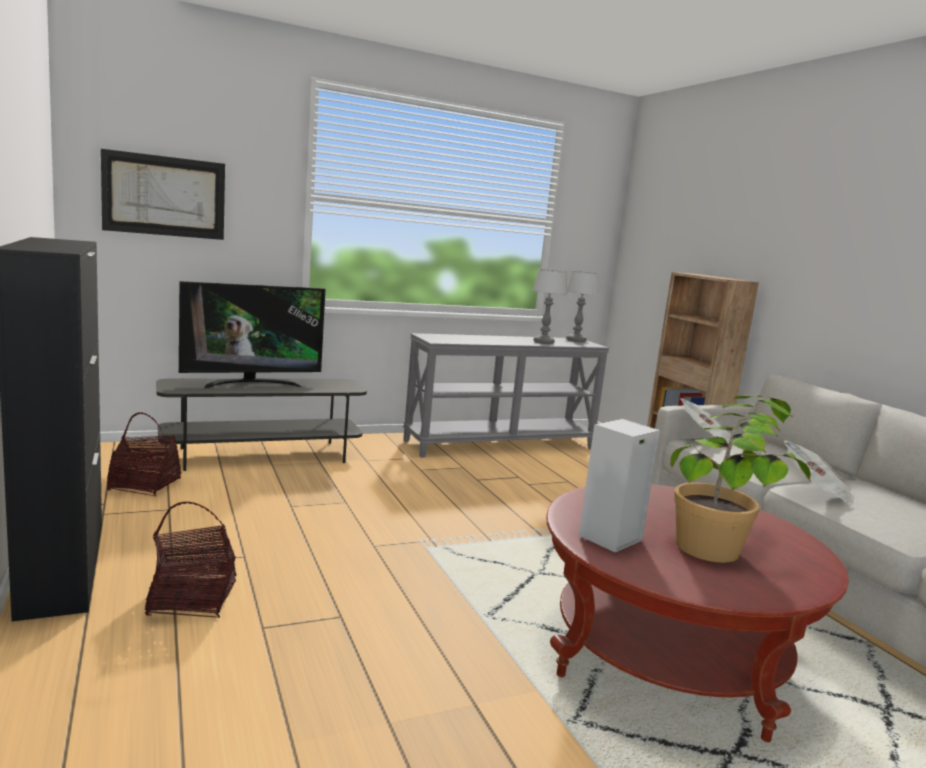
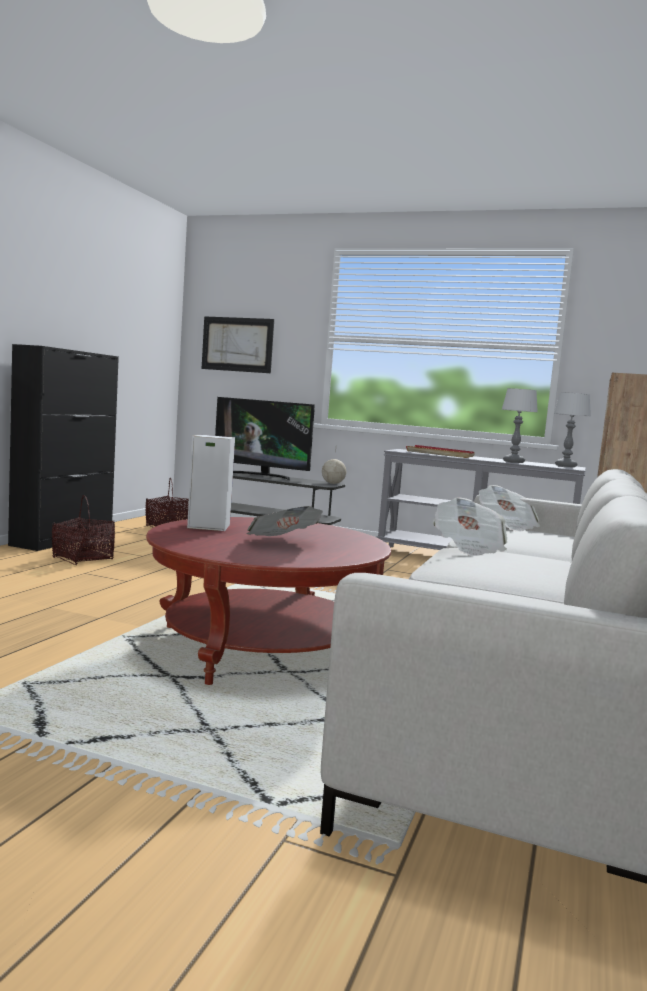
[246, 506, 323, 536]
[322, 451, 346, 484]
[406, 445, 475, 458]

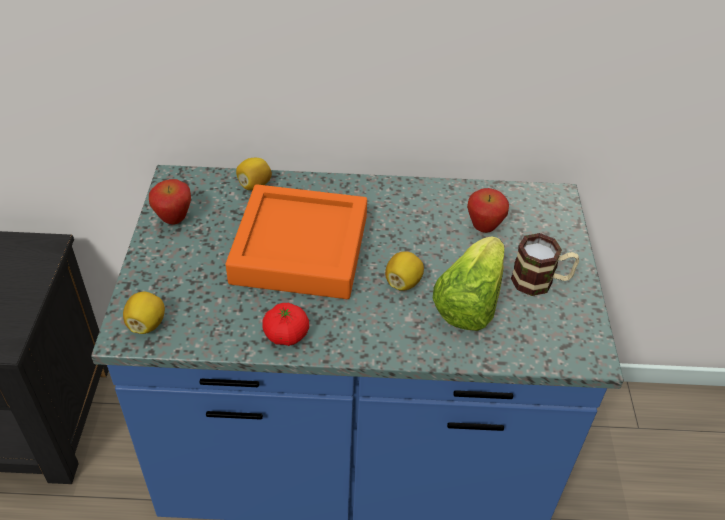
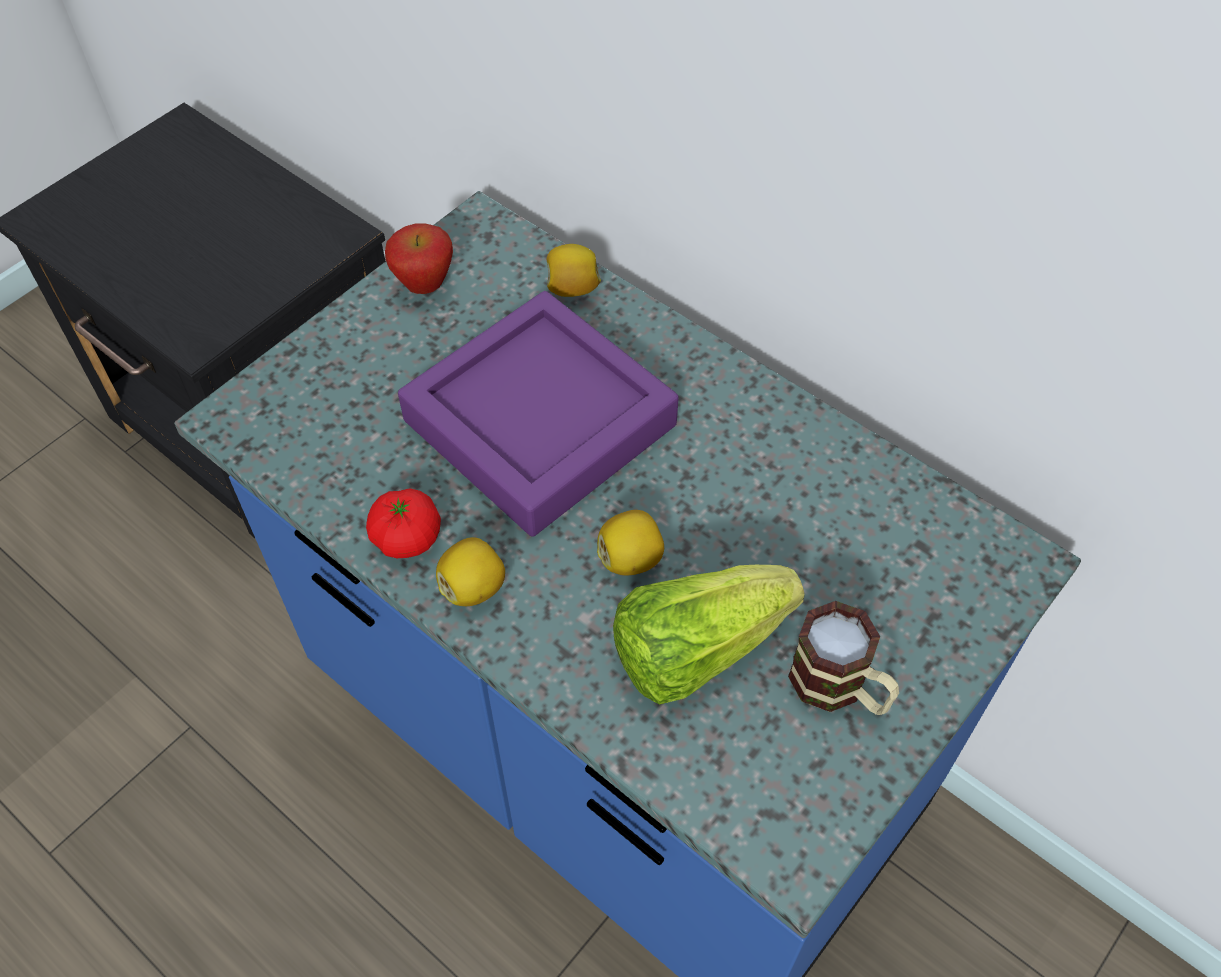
[398, 291, 679, 537]
[436, 537, 505, 606]
[467, 188, 509, 233] (first image)

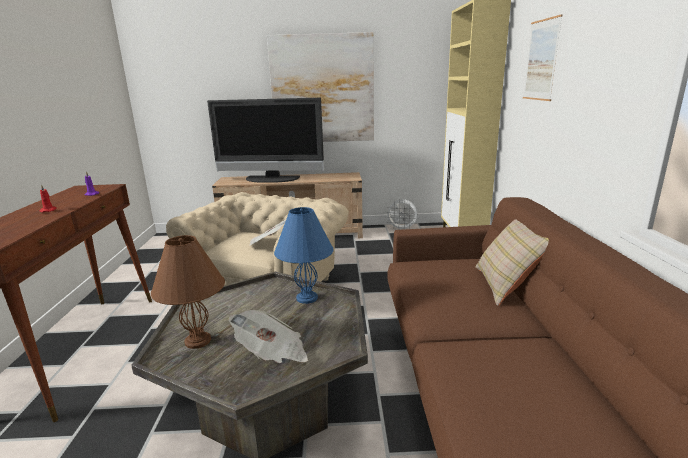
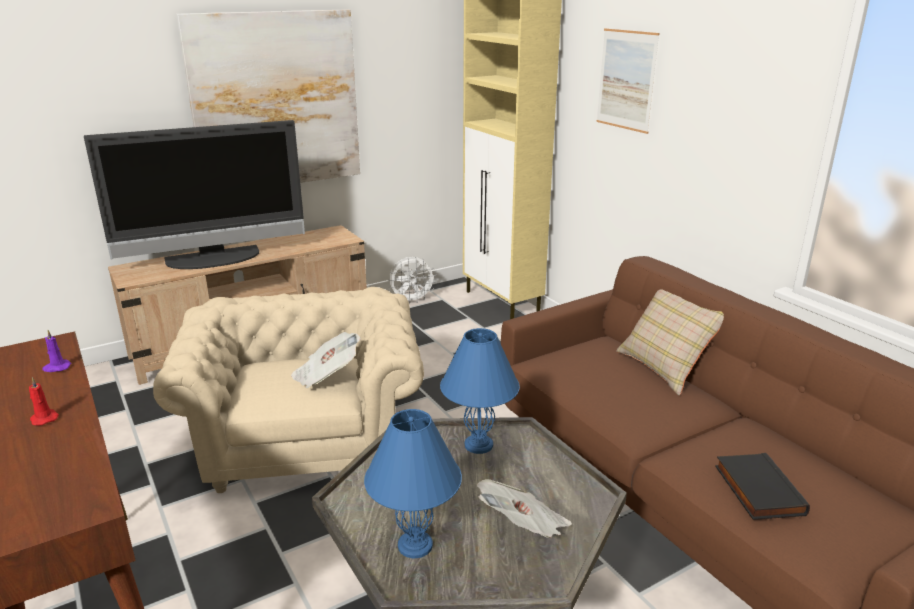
[364, 409, 462, 559]
[715, 453, 810, 520]

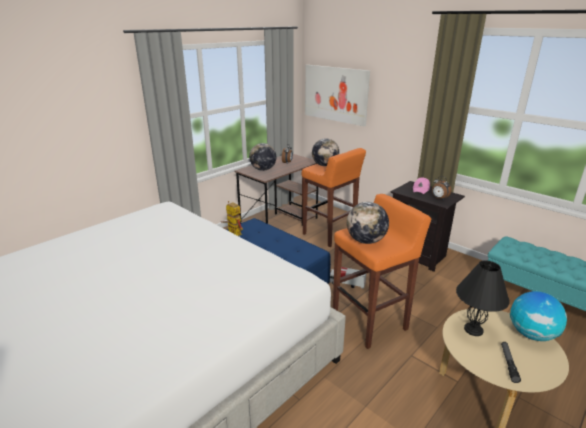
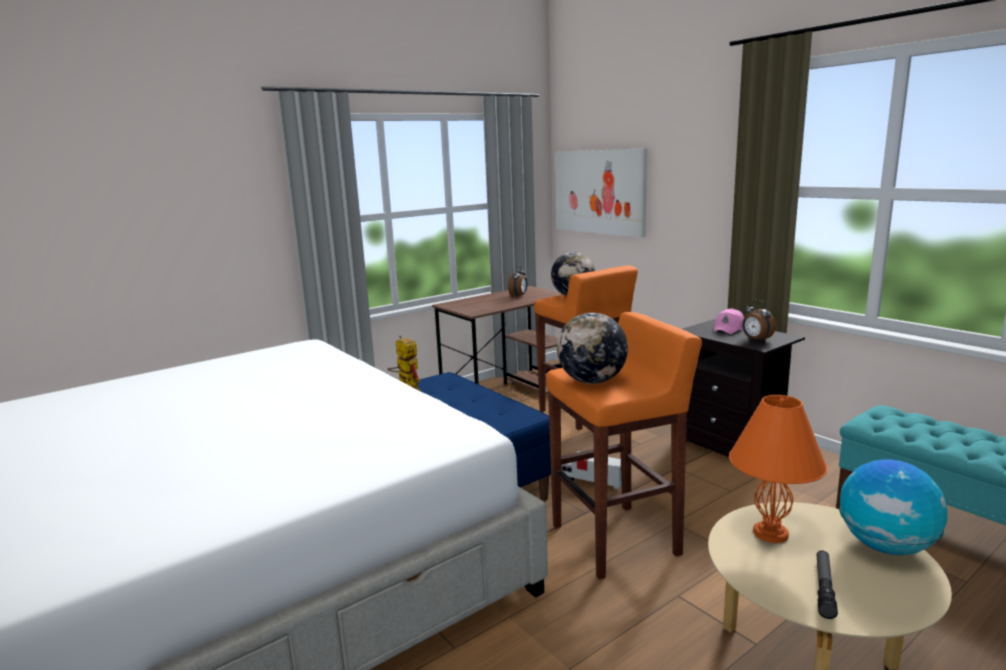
[729, 395, 827, 543]
[249, 143, 276, 171] (first image)

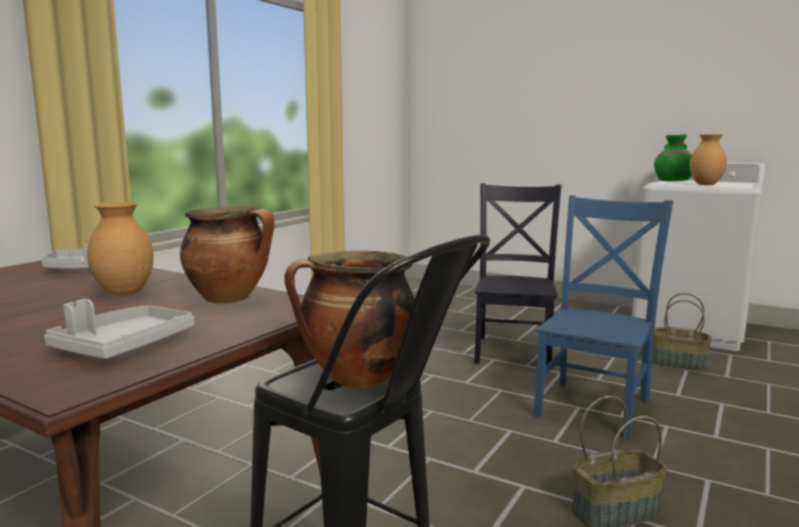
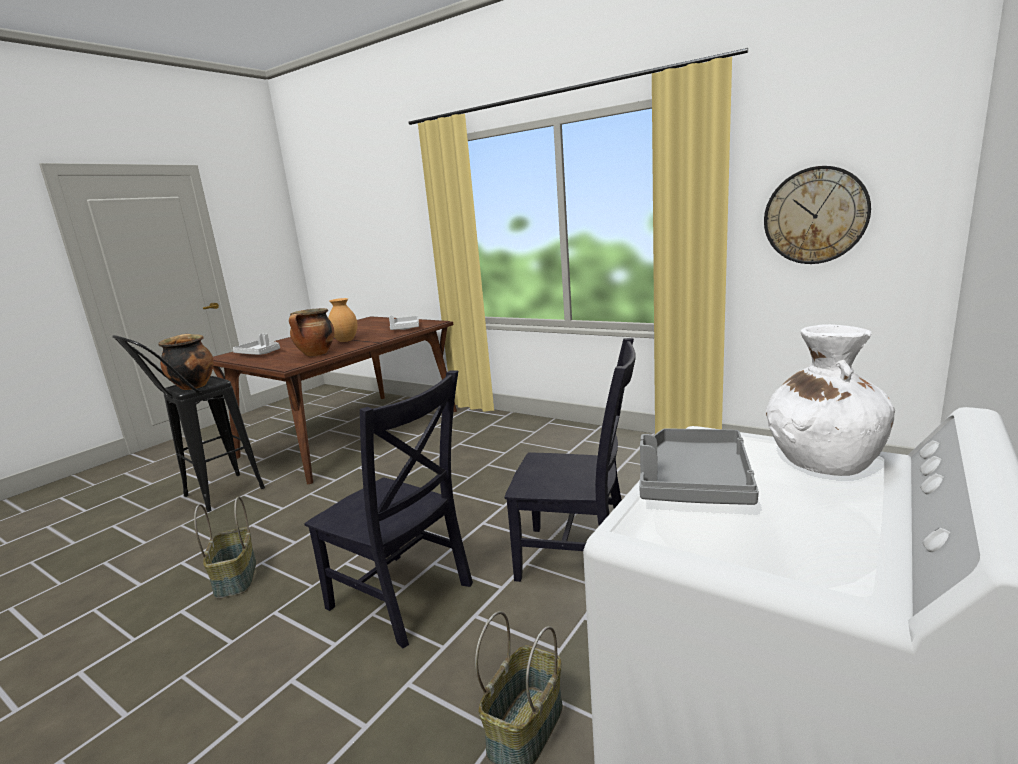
[304, 371, 473, 649]
[639, 428, 759, 505]
[764, 166, 871, 264]
[766, 324, 895, 476]

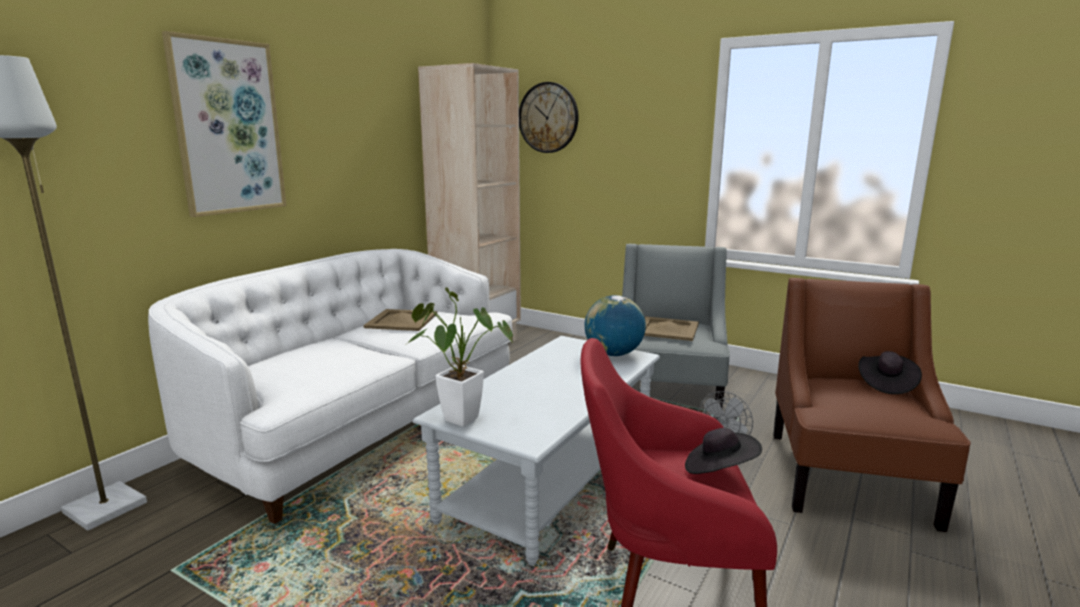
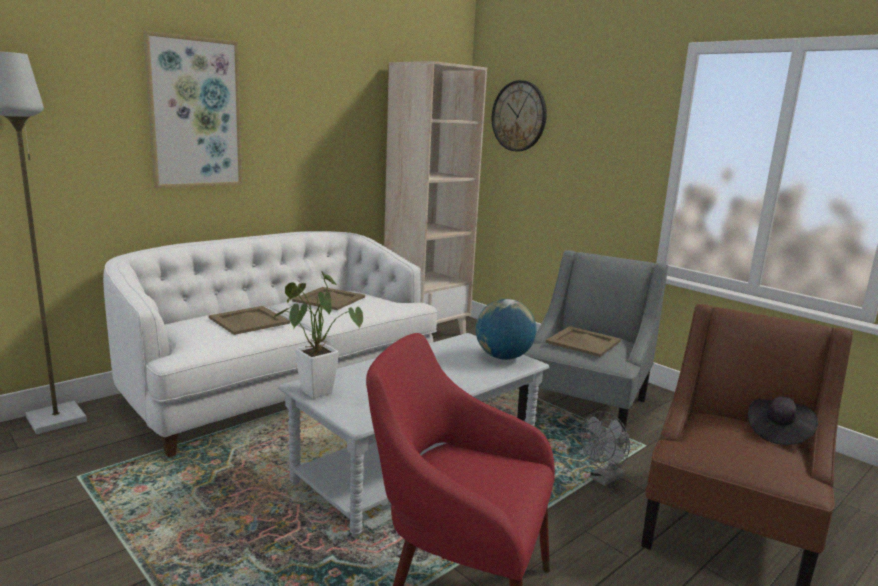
[209, 306, 290, 335]
[685, 428, 762, 474] (first image)

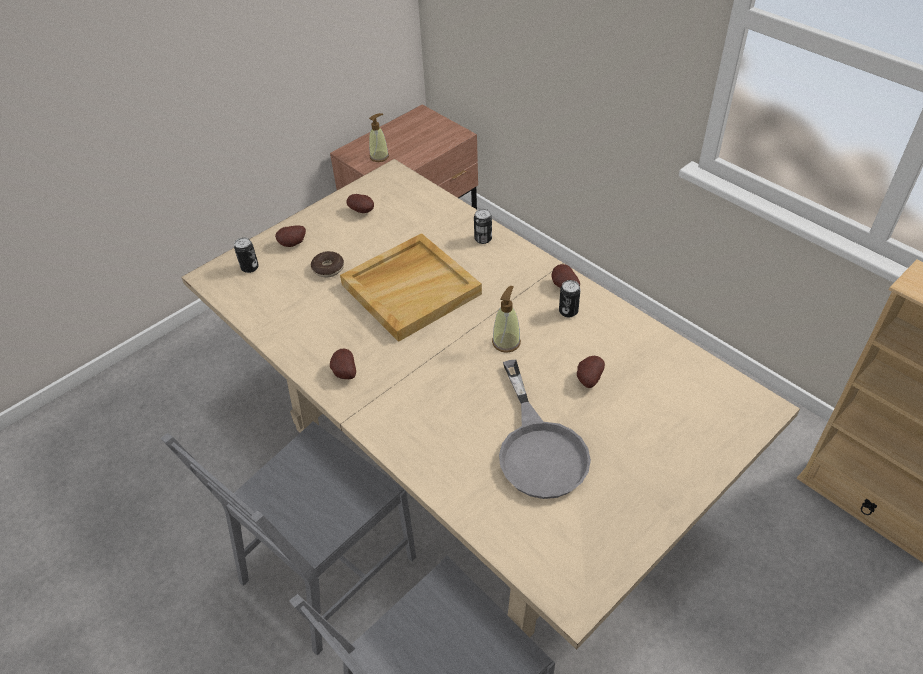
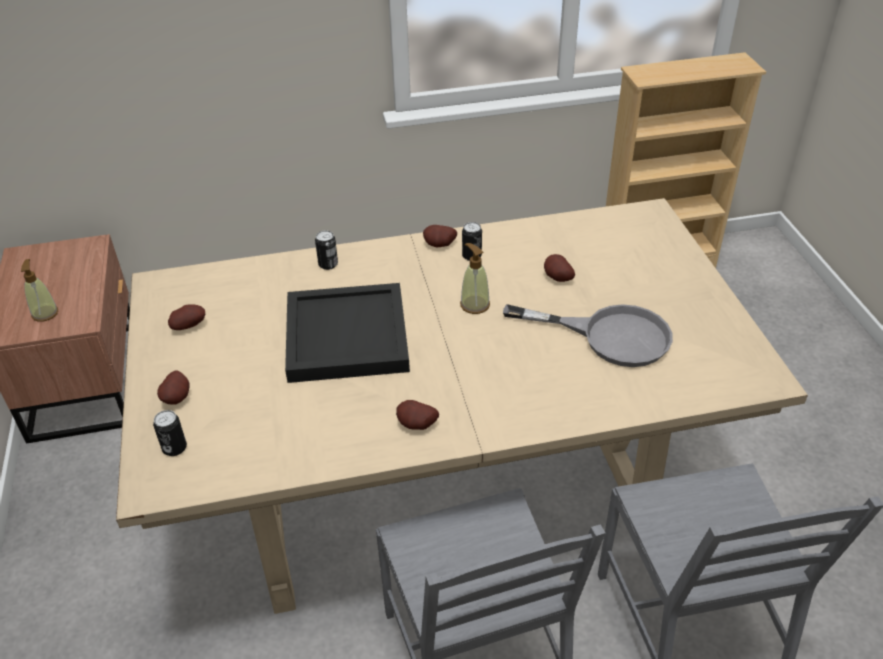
[285, 283, 410, 383]
[311, 251, 344, 278] (first image)

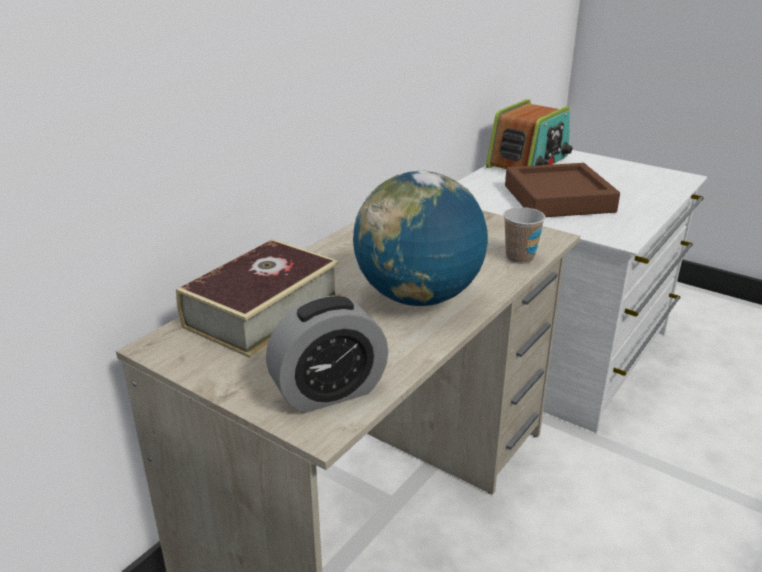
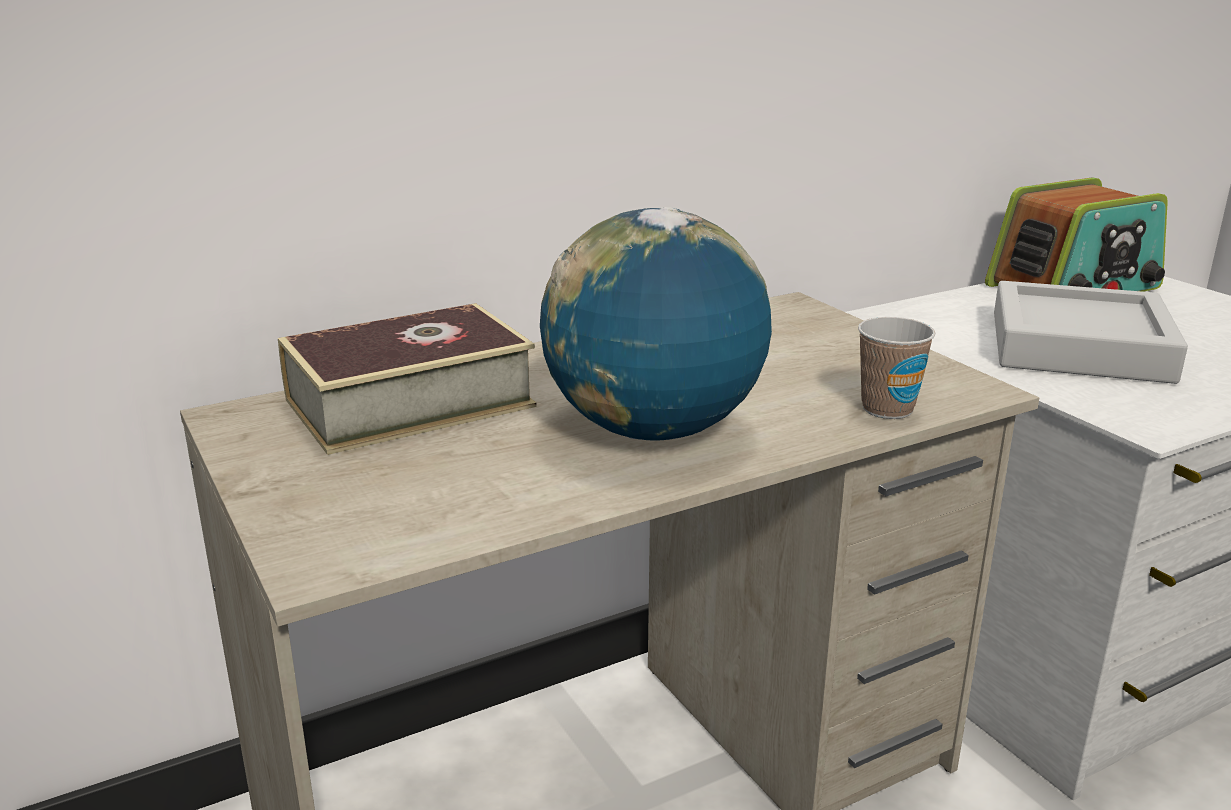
[994, 281, 1188, 384]
[266, 296, 388, 413] (first image)

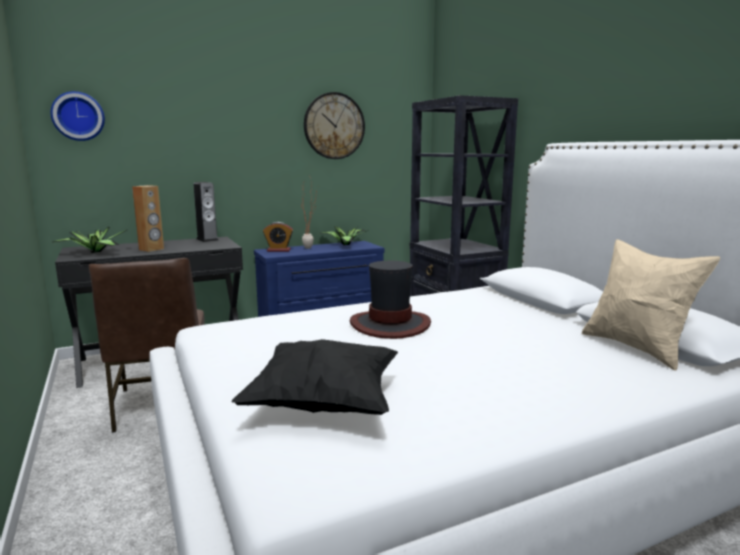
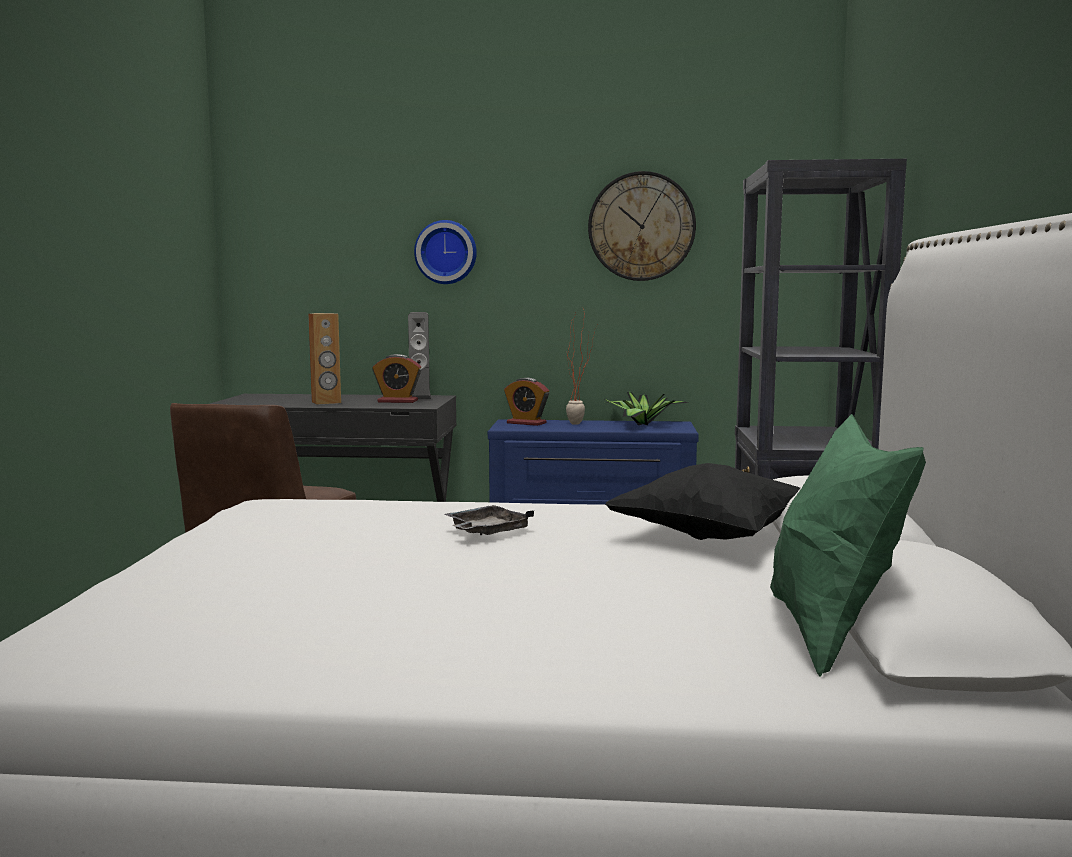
[372, 354, 422, 403]
[414, 220, 477, 284]
[444, 505, 534, 535]
[604, 463, 800, 540]
[770, 414, 926, 677]
[52, 227, 127, 253] (first image)

